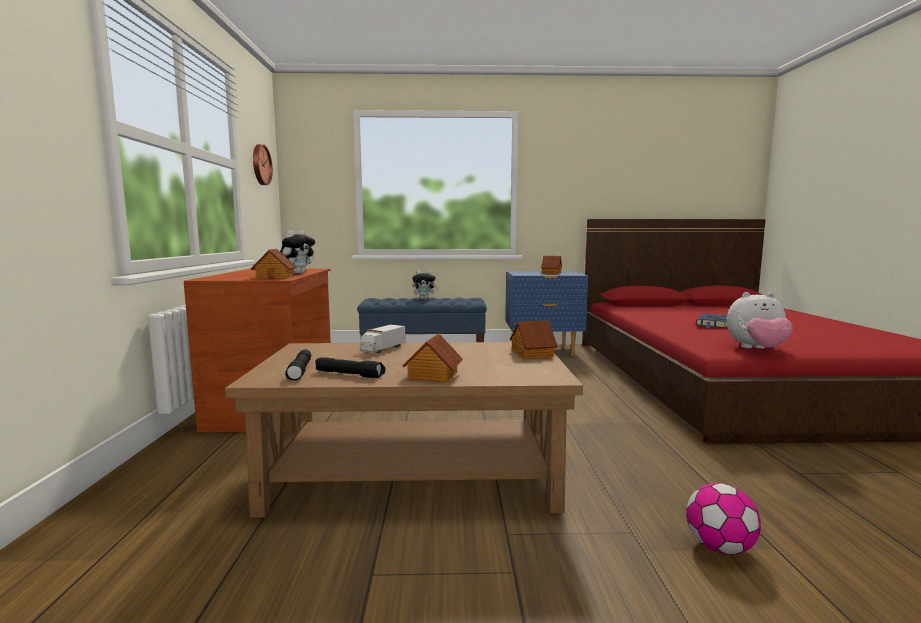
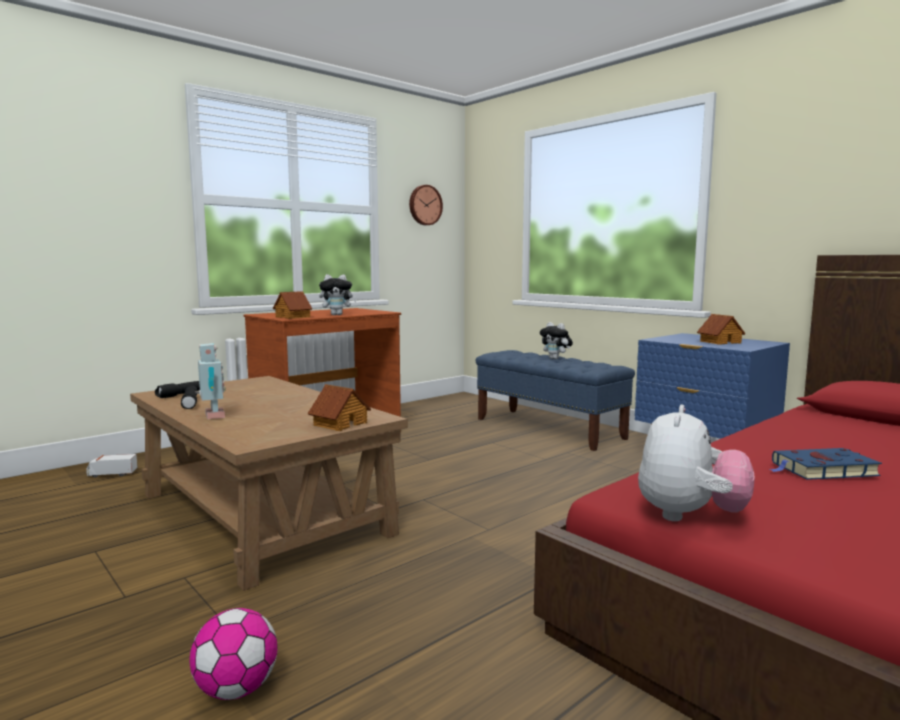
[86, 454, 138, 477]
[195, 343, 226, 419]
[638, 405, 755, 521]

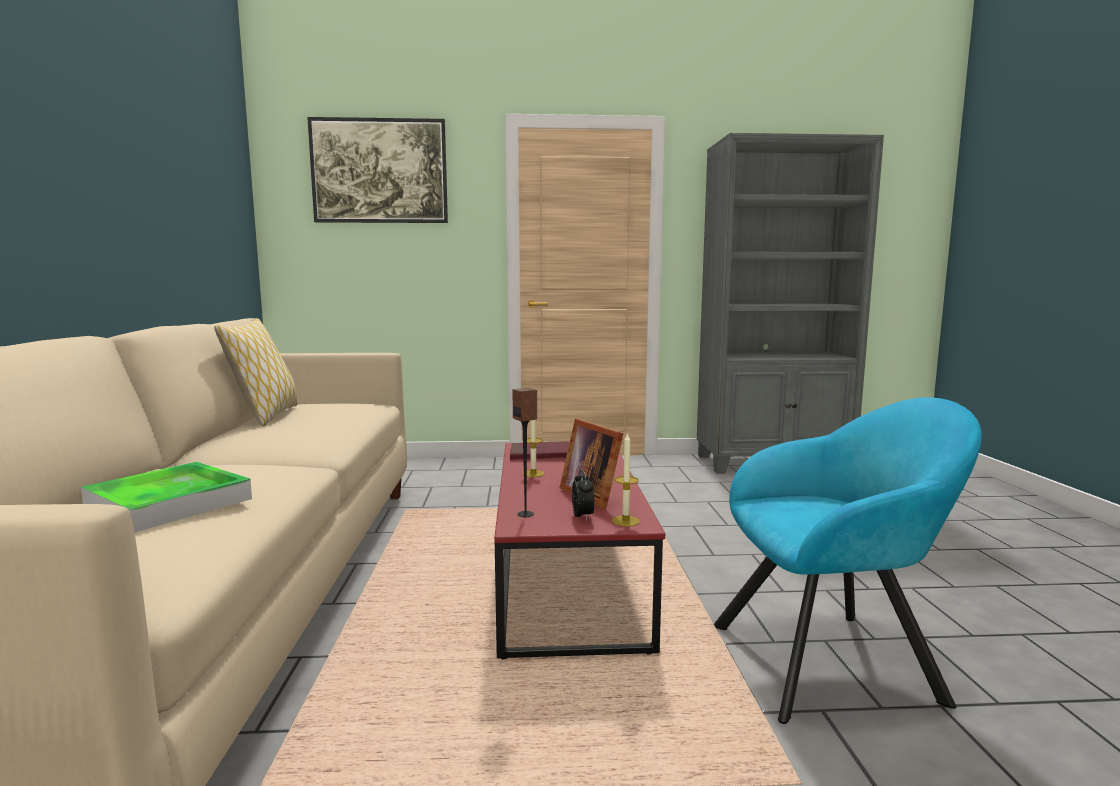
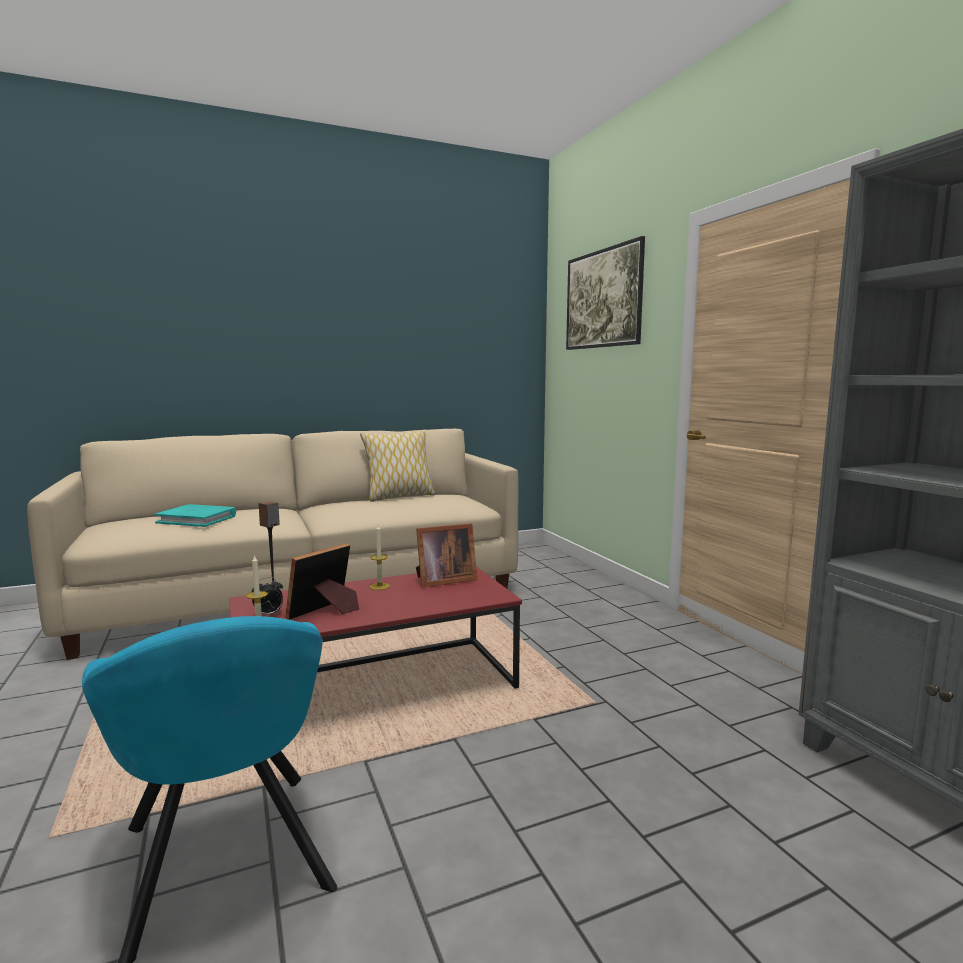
[154, 504, 236, 527]
[416, 523, 477, 587]

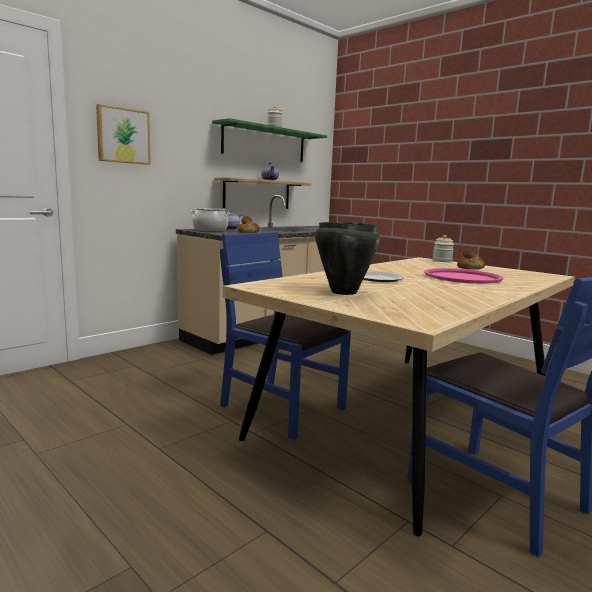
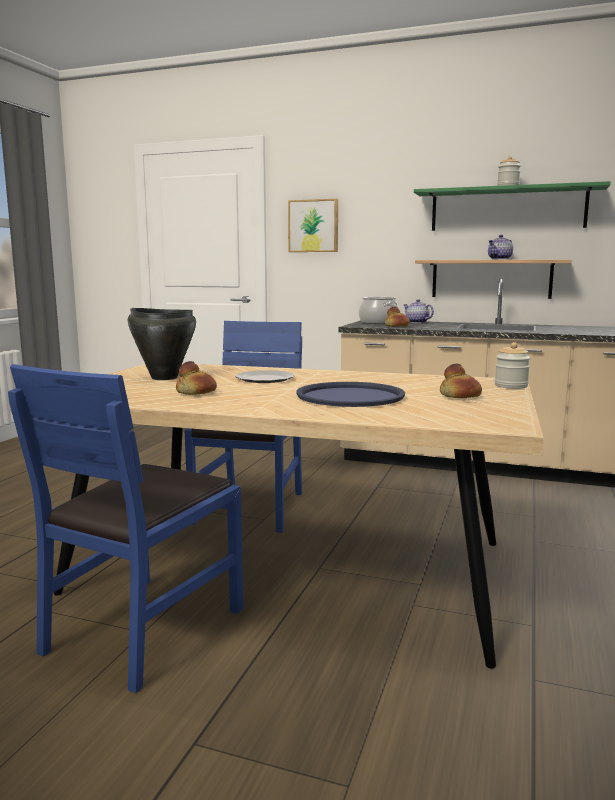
[176, 361, 217, 395]
[297, 382, 405, 407]

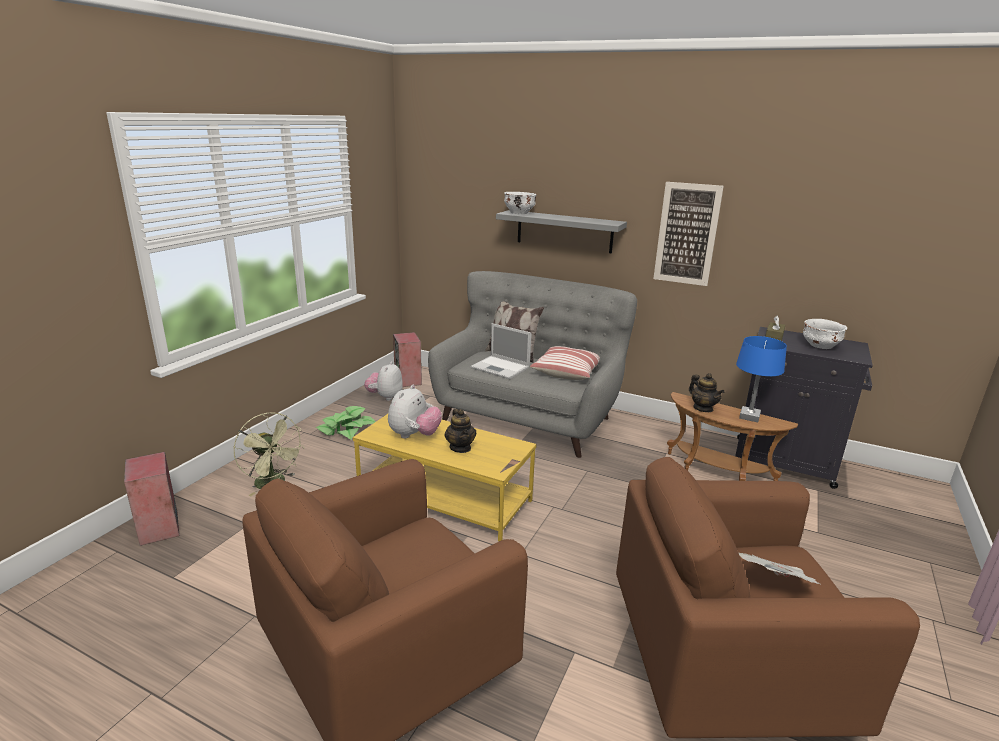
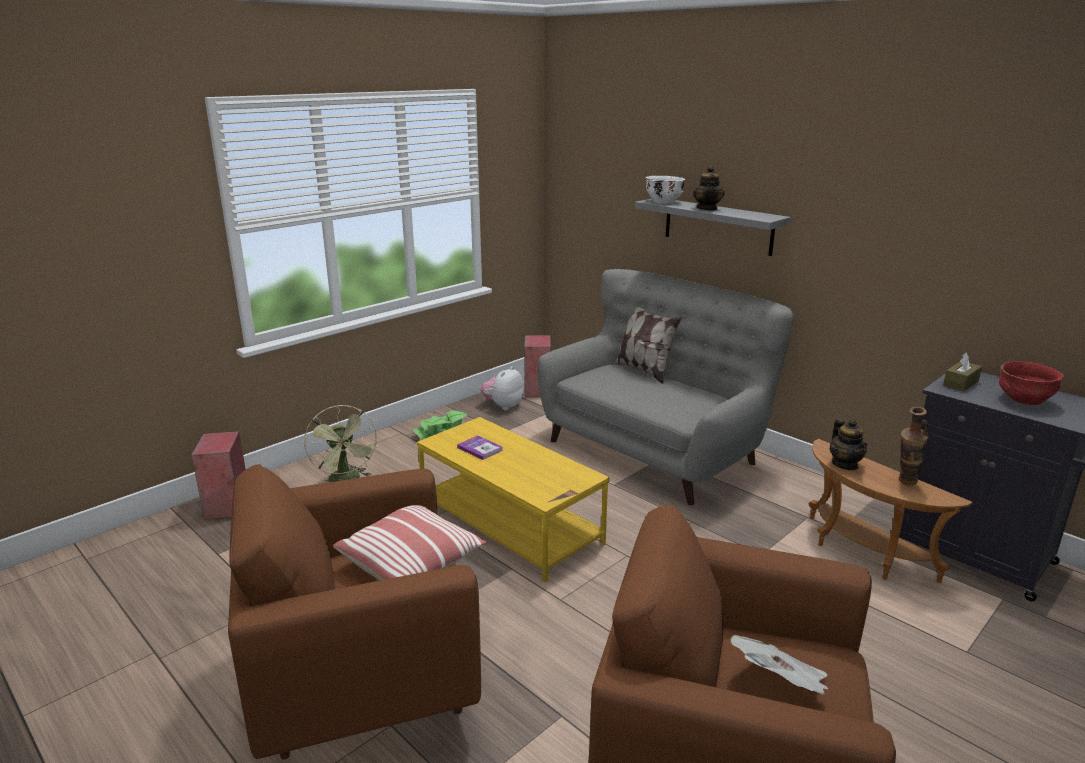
[333, 505, 487, 581]
[457, 435, 503, 460]
[693, 166, 725, 211]
[899, 407, 929, 486]
[999, 361, 1064, 405]
[471, 323, 532, 379] (first image)
[653, 182, 724, 286] (first image)

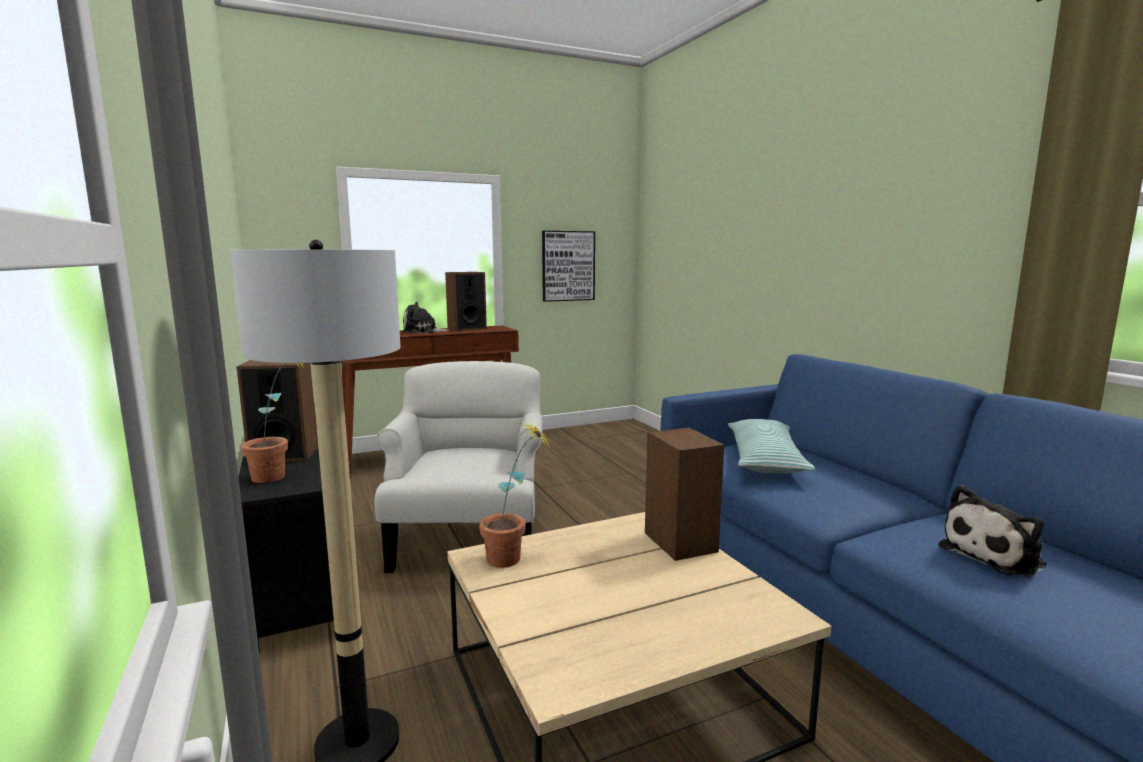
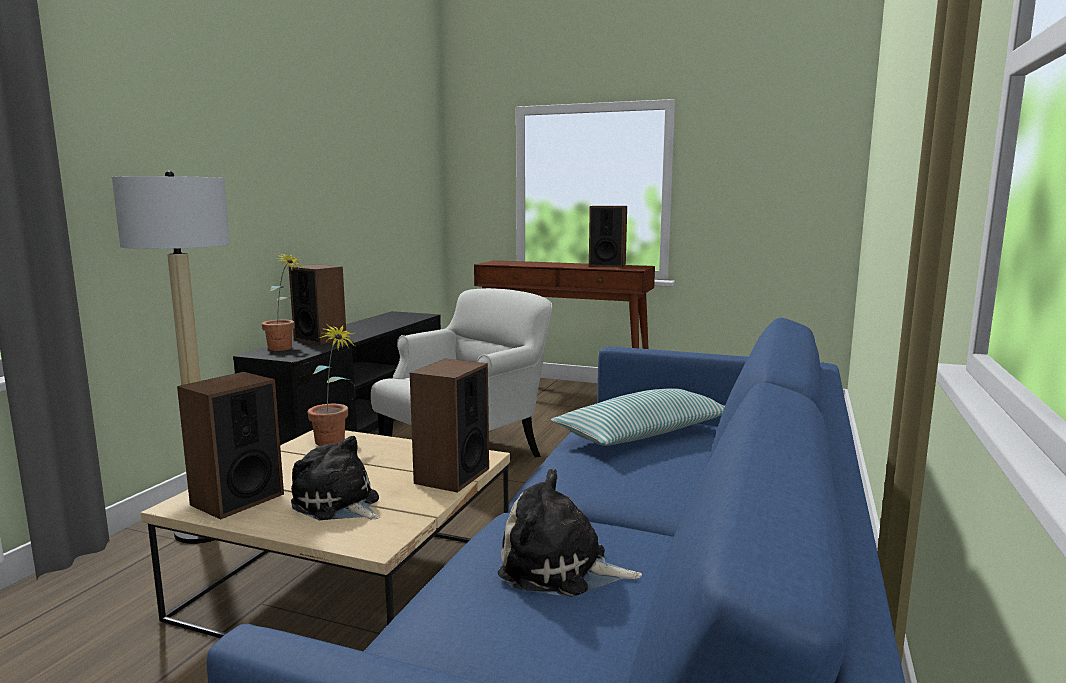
[177, 372, 284, 520]
[291, 436, 380, 520]
[542, 231, 595, 302] (first image)

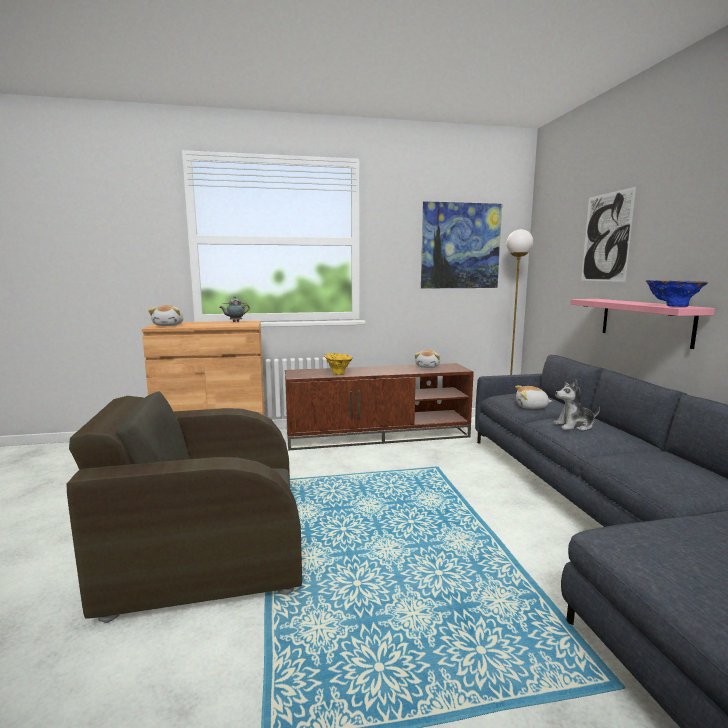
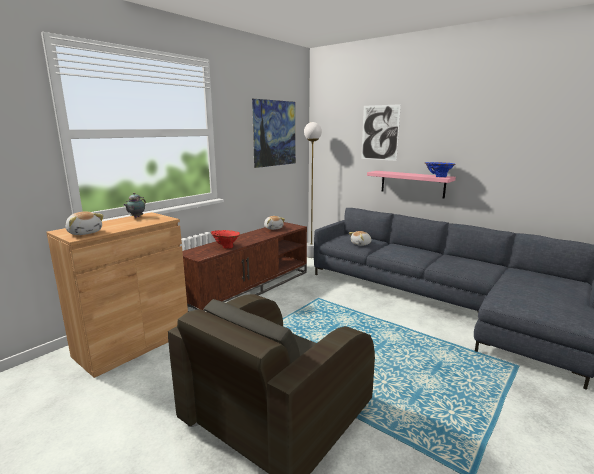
[211, 230, 240, 249]
[553, 380, 600, 431] (first image)

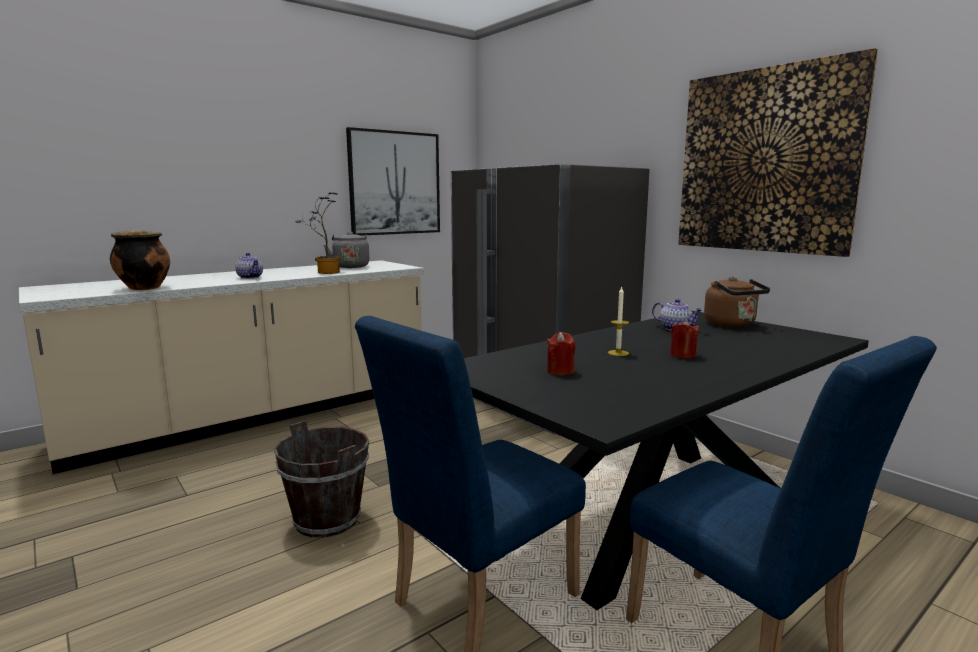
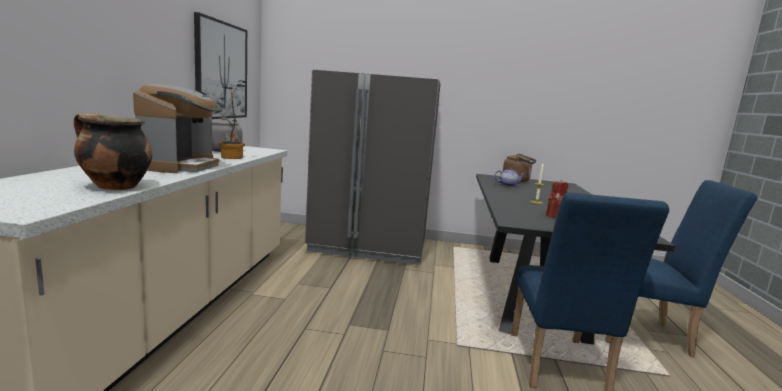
[133, 84, 222, 173]
[274, 420, 369, 538] (first image)
[678, 48, 878, 257] (first image)

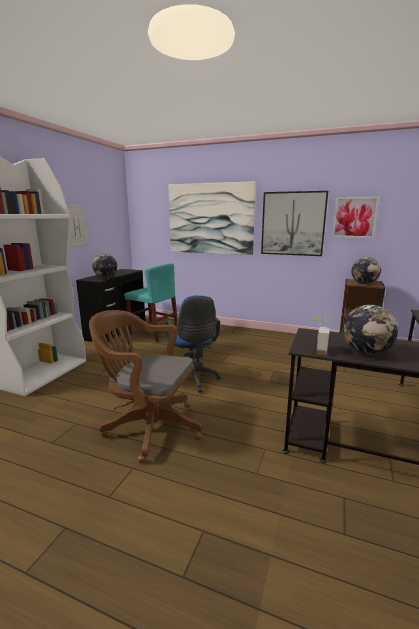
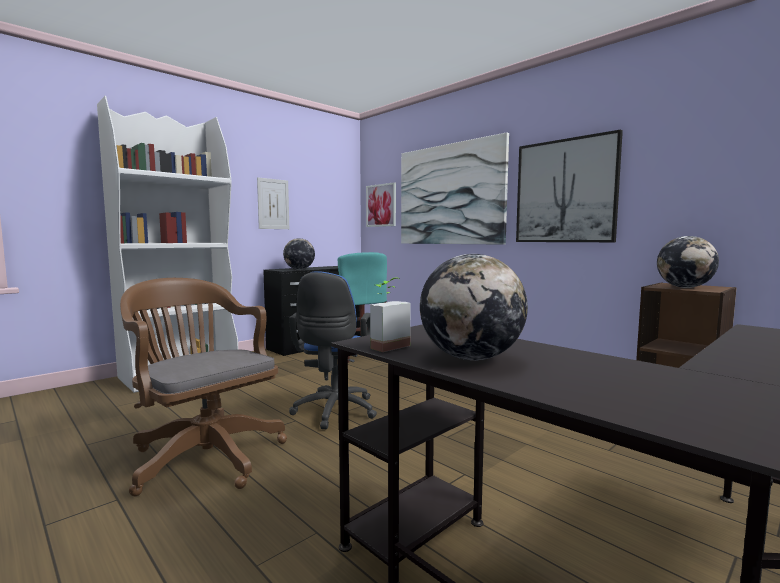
[366, 182, 396, 227]

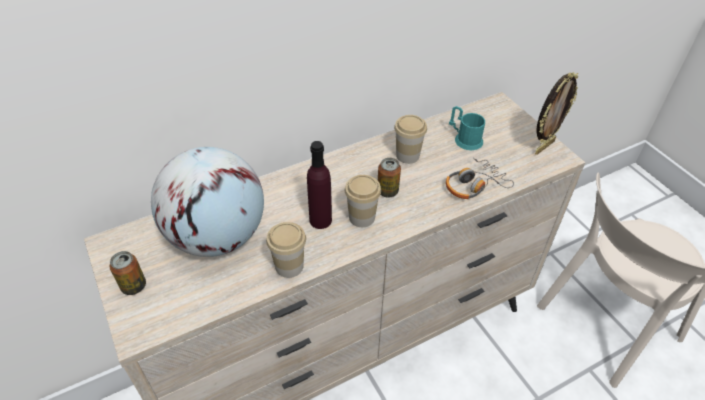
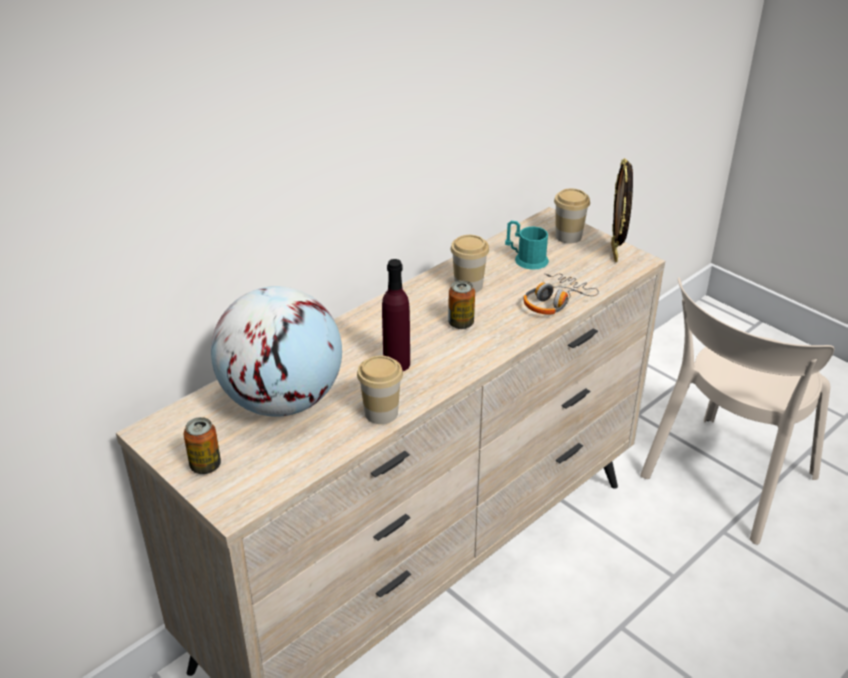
[554, 188, 590, 244]
[611, 158, 633, 262]

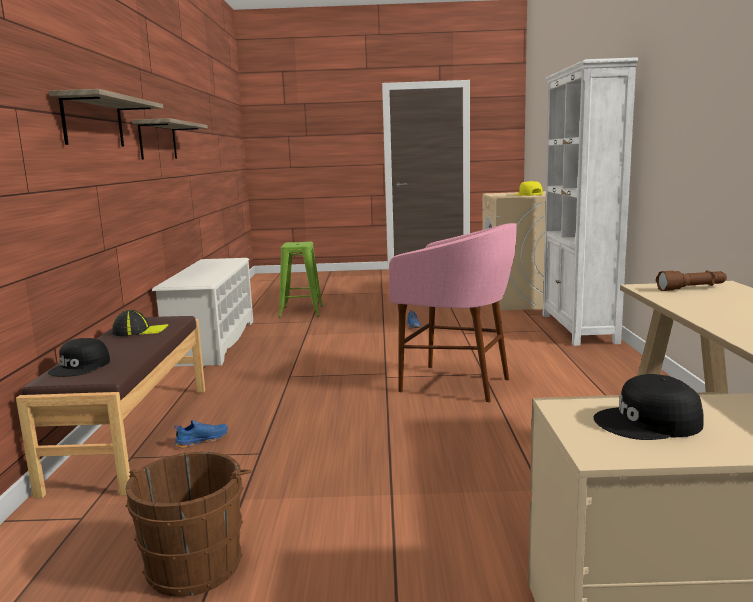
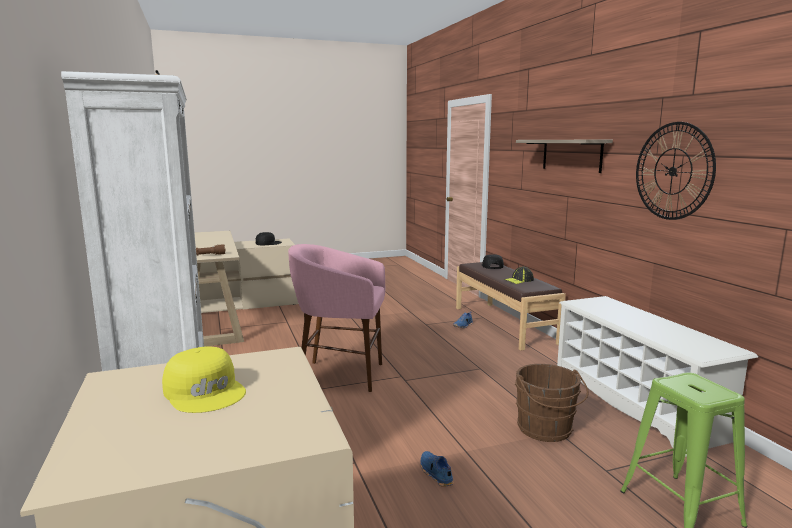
[515, 364, 589, 442]
[636, 122, 716, 220]

